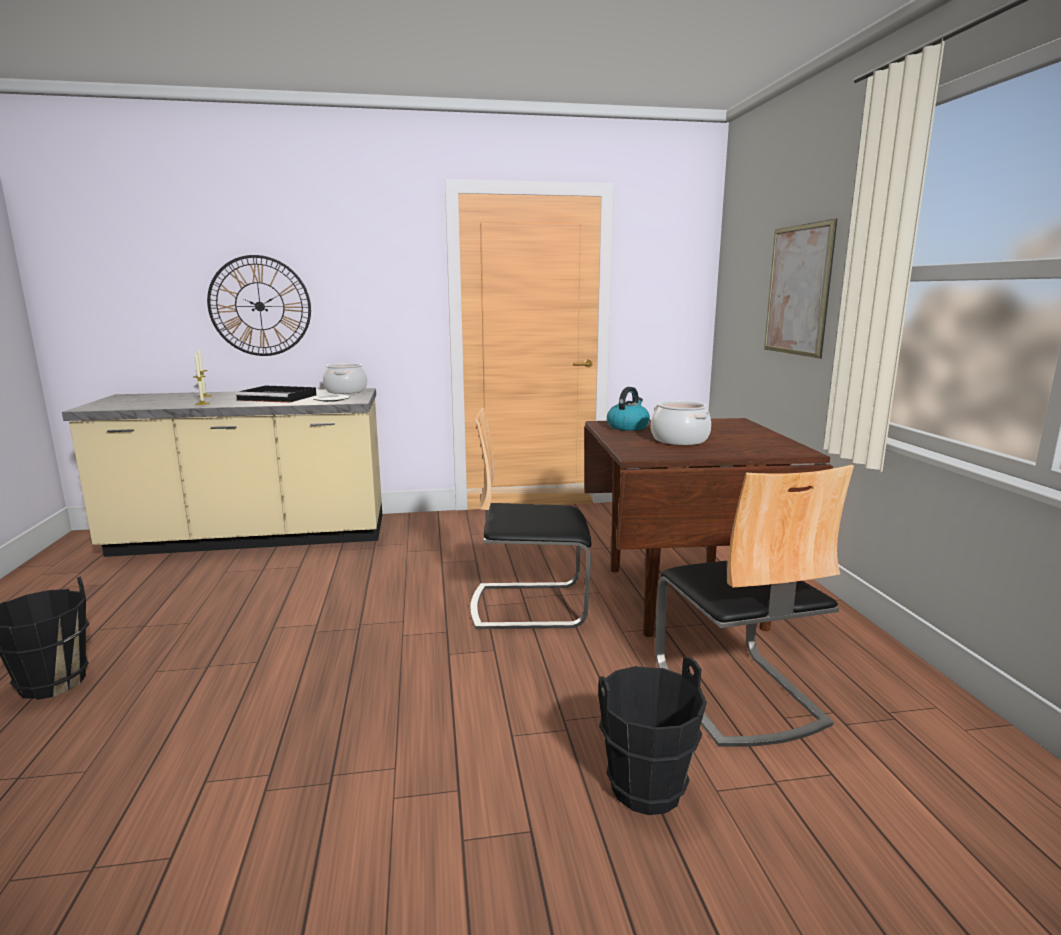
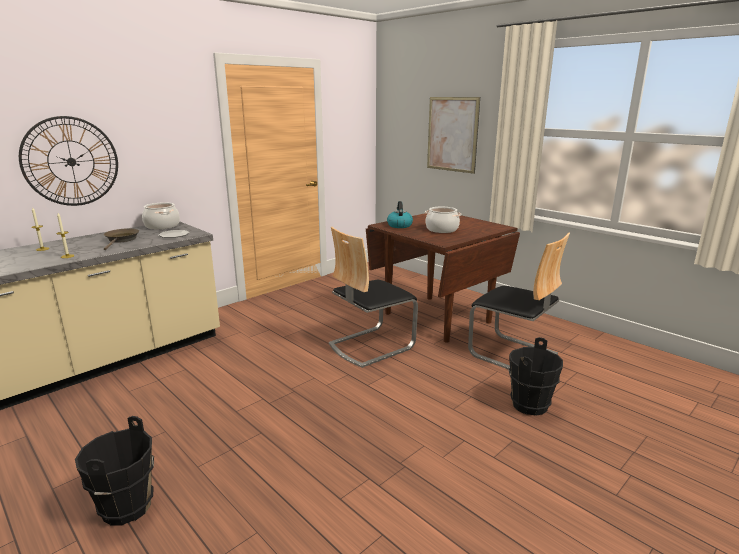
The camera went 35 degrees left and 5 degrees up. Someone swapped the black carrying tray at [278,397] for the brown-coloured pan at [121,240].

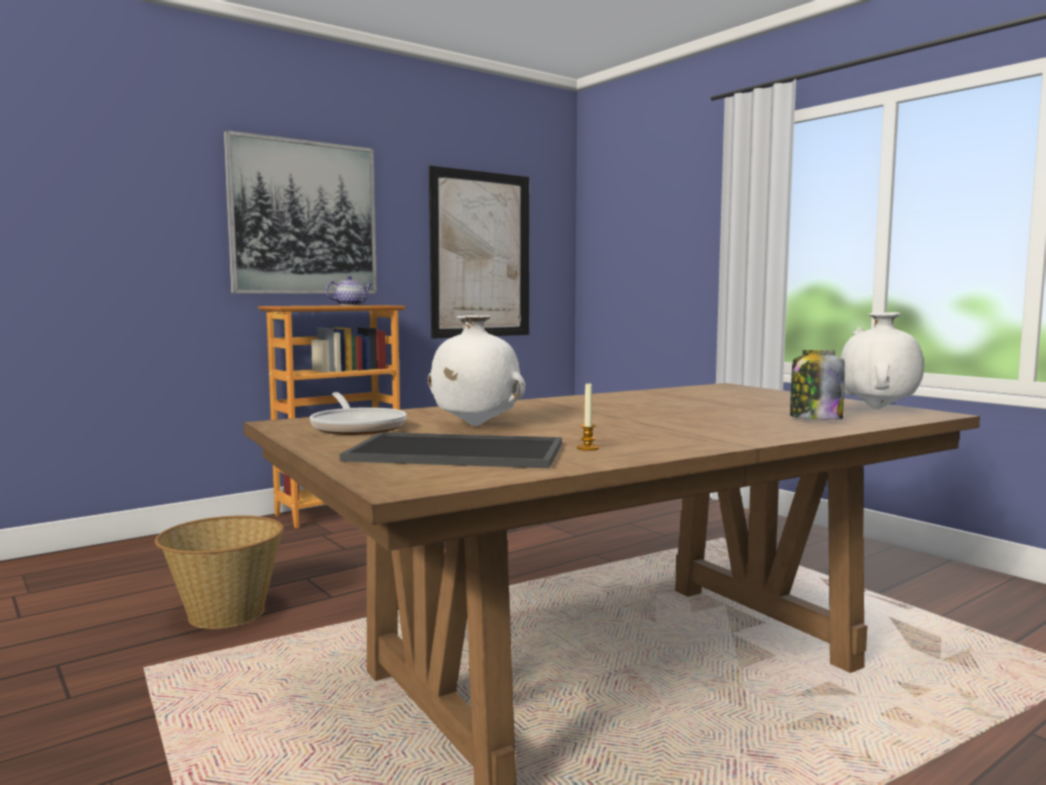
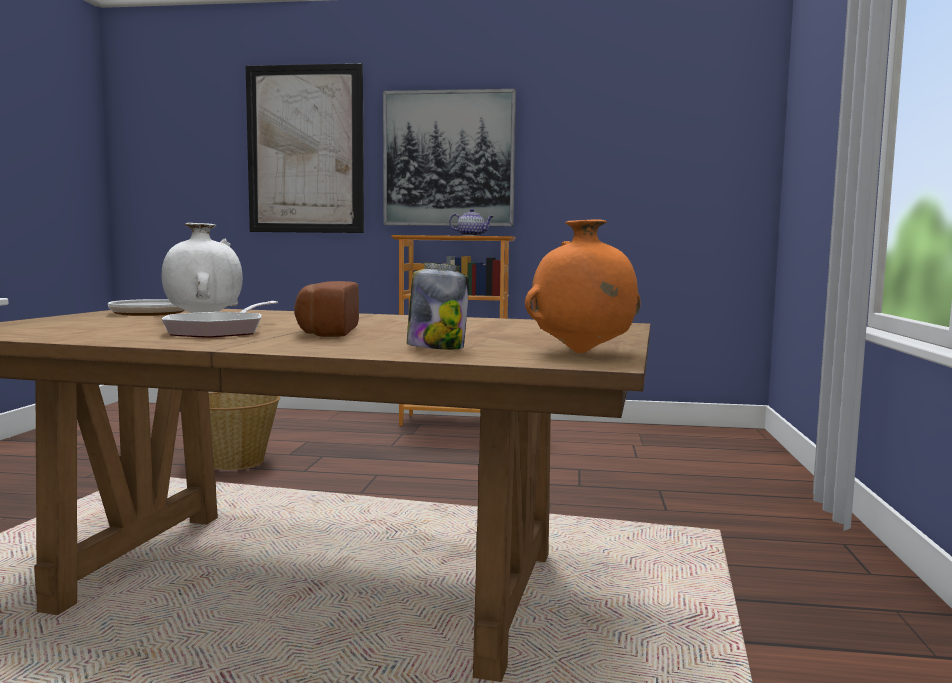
The camera went 45 degrees right and 0 degrees up. Someone took away the carrying tray at [454,452]. Someone took away the wax candle at [587,448]. Someone put down the pan at [220,331]. Someone put down the bread at [325,331]. Someone carried the picture from [481,255] to [305,149]. Someone repainted the whitish flower vase at [878,409], which became the orange flower vase at [581,353].

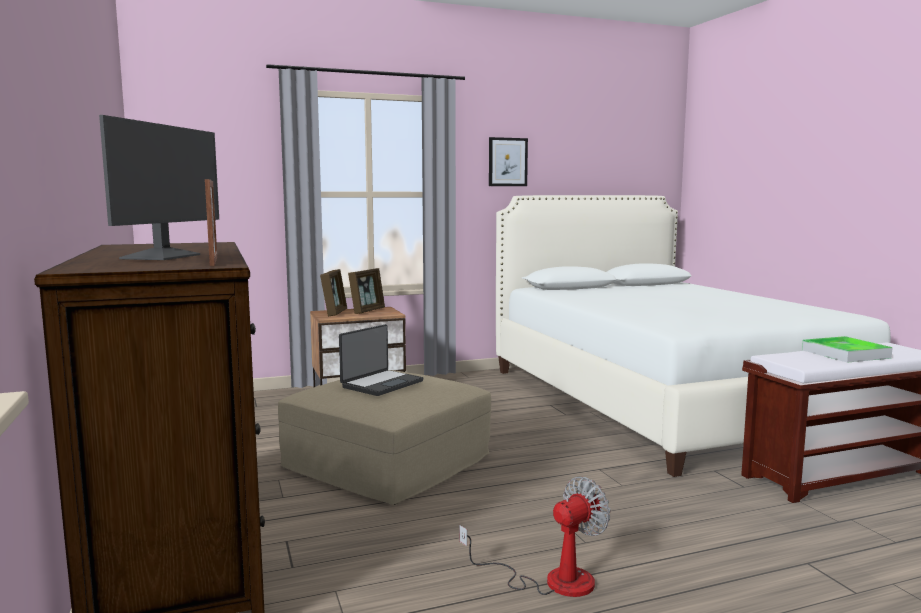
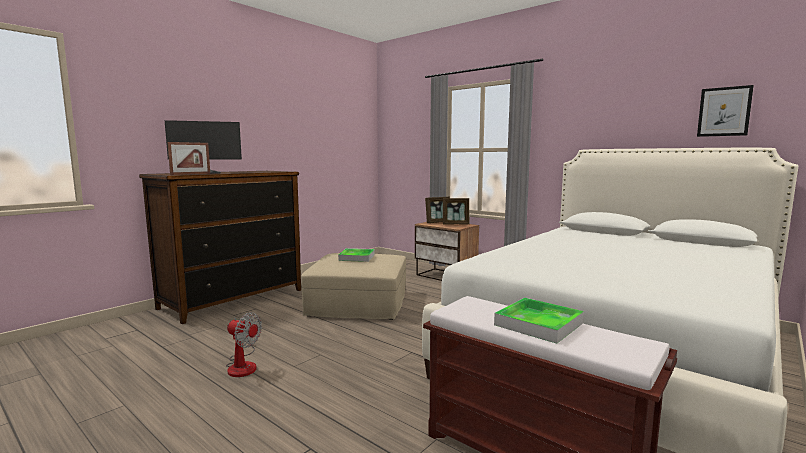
The camera went 60 degrees right and 0 degrees up. Someone carried the picture from [507,162] to [724,111]. Someone swapped the portable computer at [381,384] for the carrying tray at [357,257].

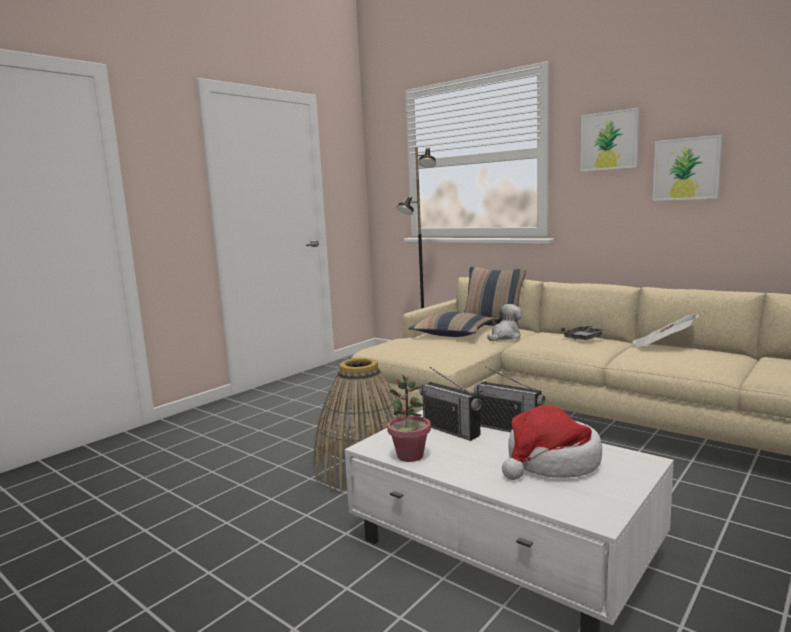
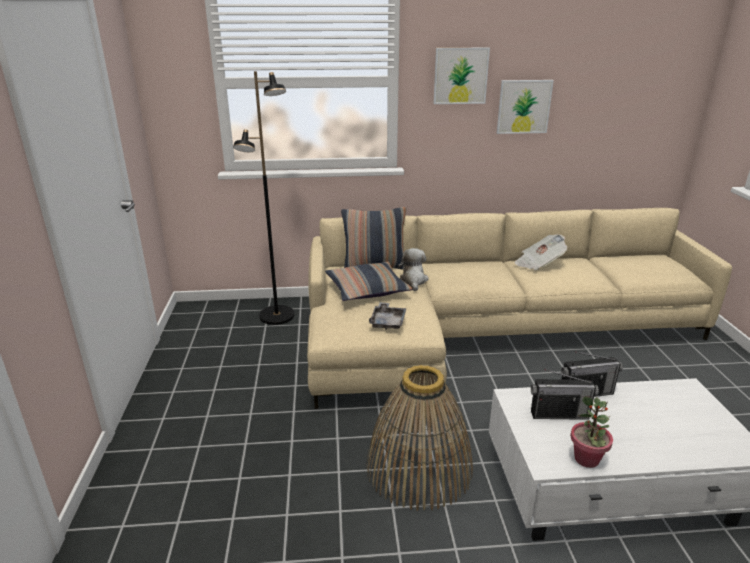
The camera went 45 degrees left and 15 degrees up. Someone took away the clothing hat at [551,462]. Someone carried the grey carrying tray from [584,338] to [388,322].

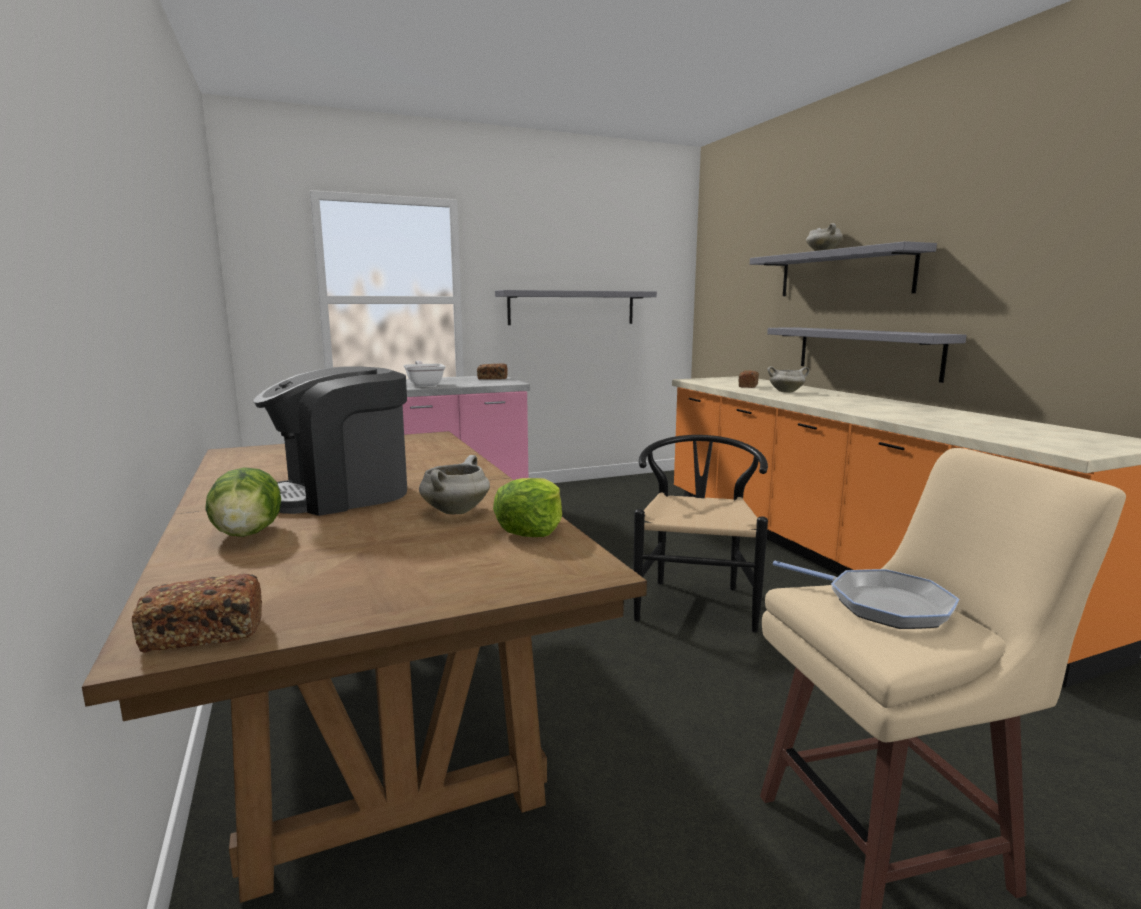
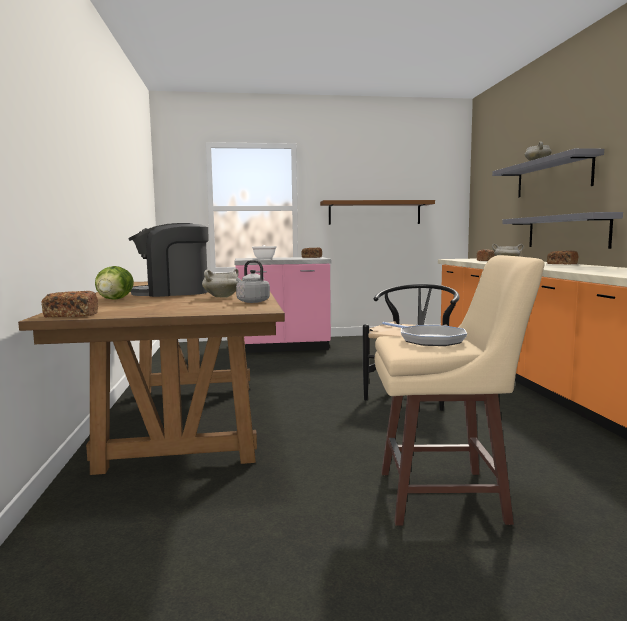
The camera went 15 degrees right and 5 degrees down. Someone put down the bread at [561,264]. Someone swapped the lettuce head at [531,529] for the grey water kettle at [251,301]. Someone repainted the grey shelf at [572,308], which became the brown-coloured shelf at [374,212].

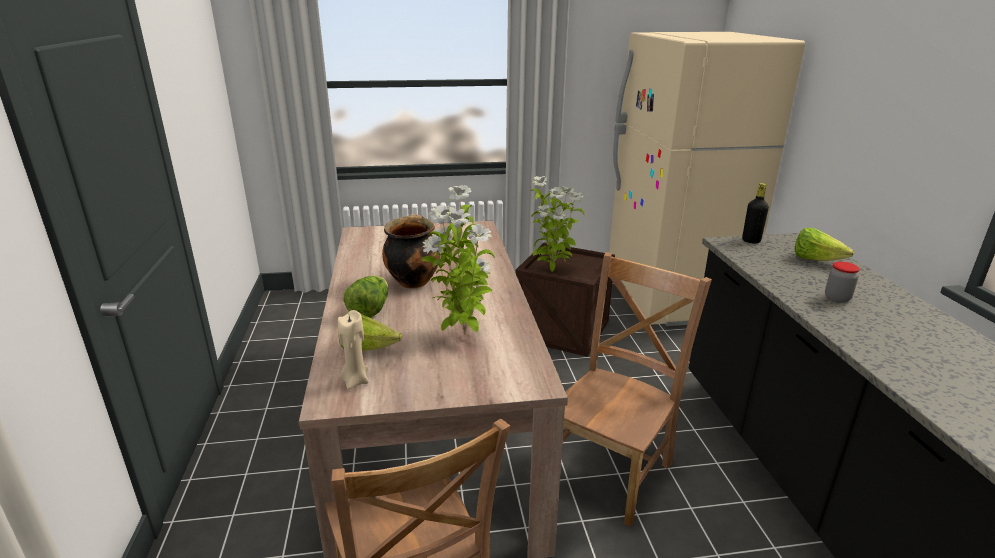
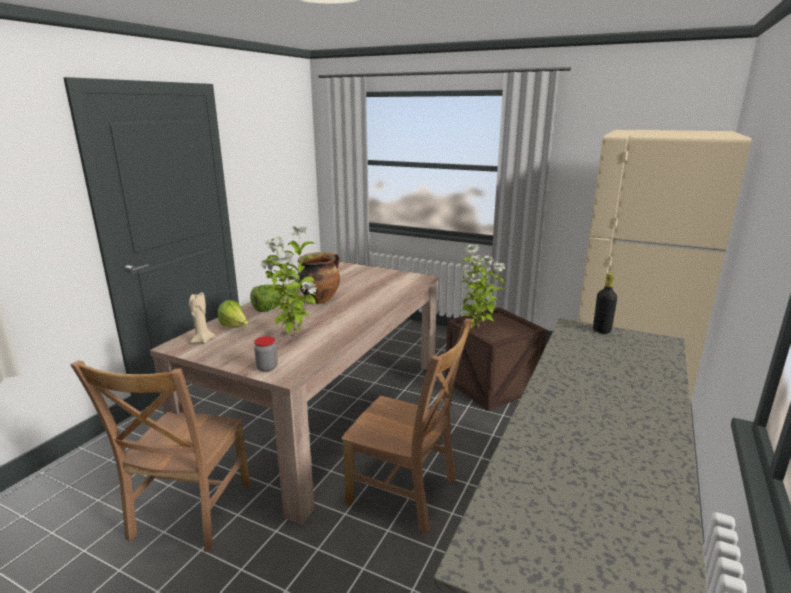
The camera went 35 degrees right and 5 degrees down. Someone took away the lettuce head at [815,260]. Someone carried the jar from [837,298] to [267,367]. Someone rotated the brown-coloured plain chair at [612,470] by 45 degrees clockwise.

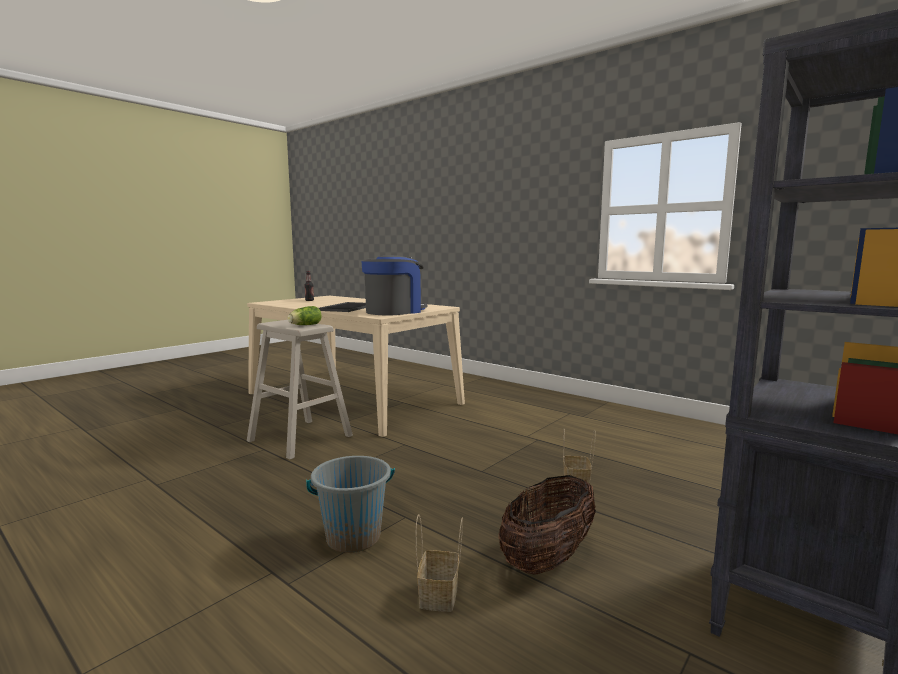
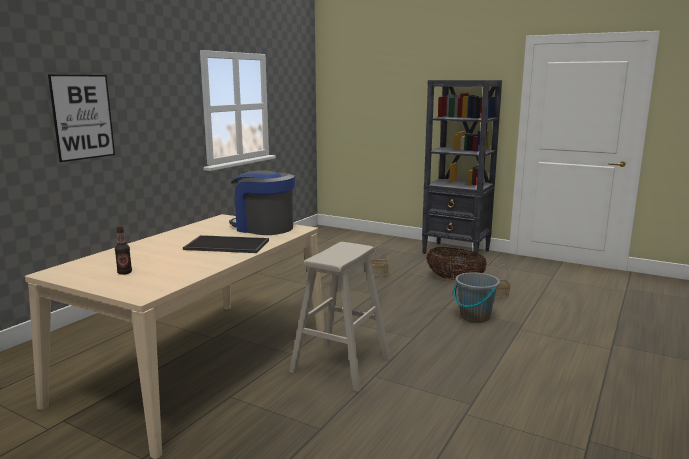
The camera went 100 degrees left and 5 degrees up. Someone took away the lettuce head at [304,325]. Someone put up the picture at [83,117].

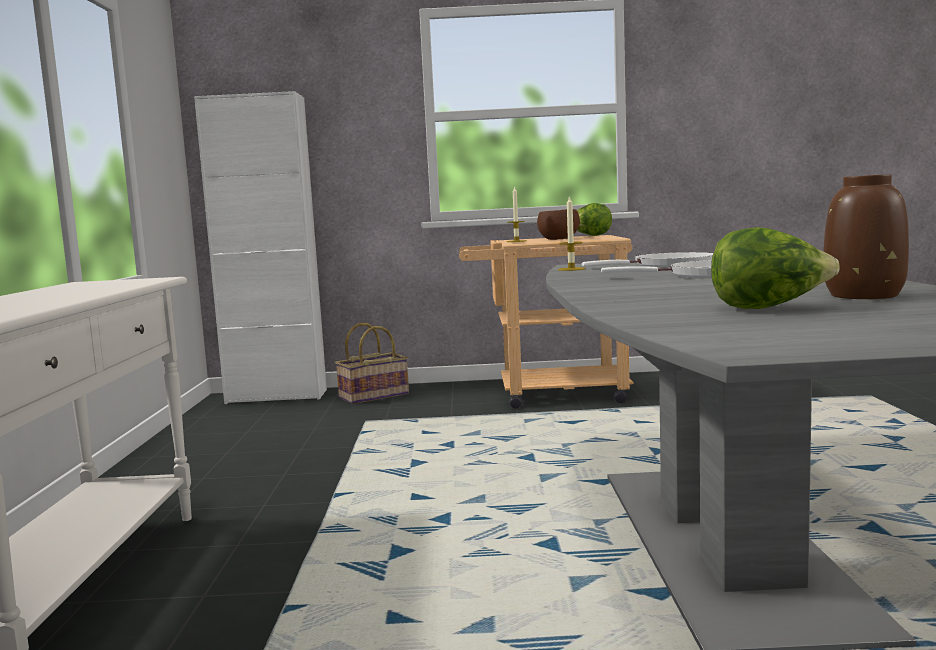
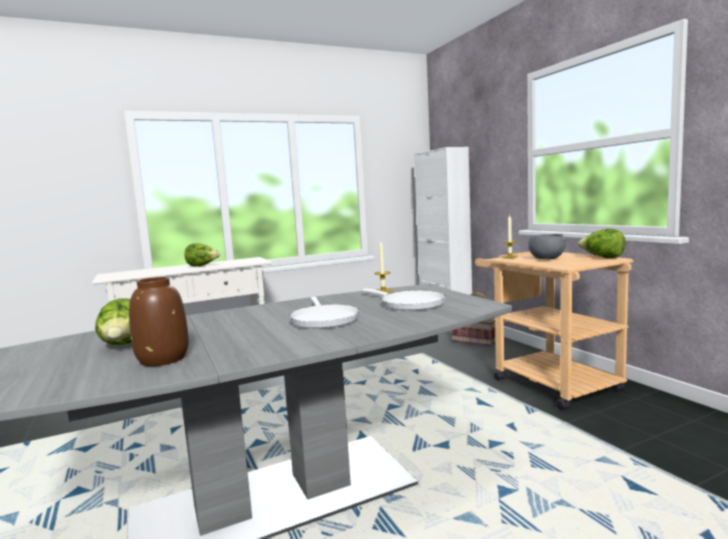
The camera went 65 degrees right and 0 degrees up. Someone put down the lettuce head at [202,266]. Someone repainted the brown-coloured bowl at [558,239], which became the grey bowl at [546,259].

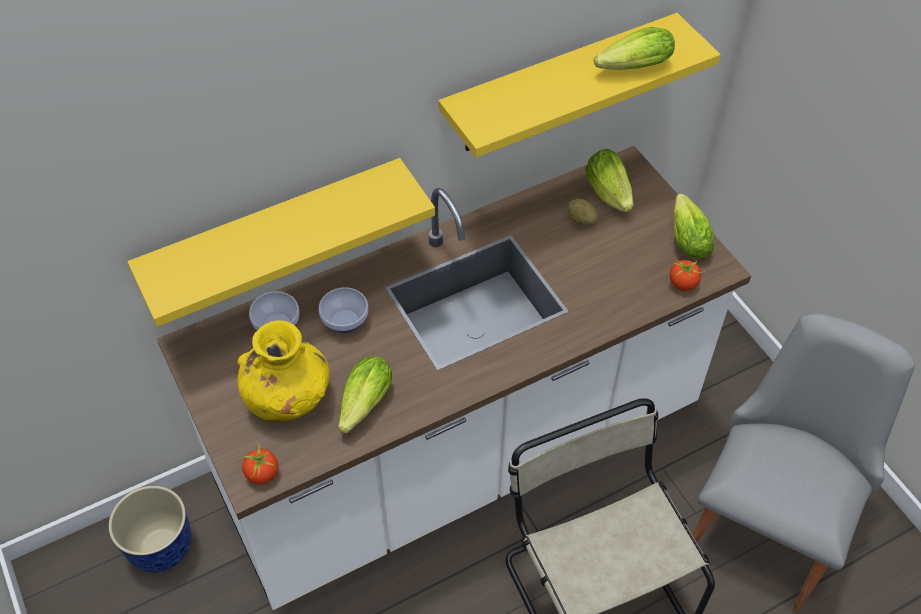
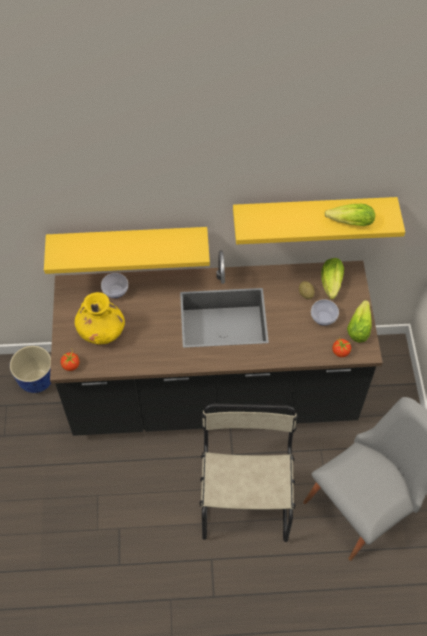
The camera went 25 degrees right and 5 degrees up. Someone took away the lettuce head at [362,407]. Someone carried the bowl from [344,322] to [322,318]. Someone repainted the whitish counter at [460,451], which became the black counter at [213,393].

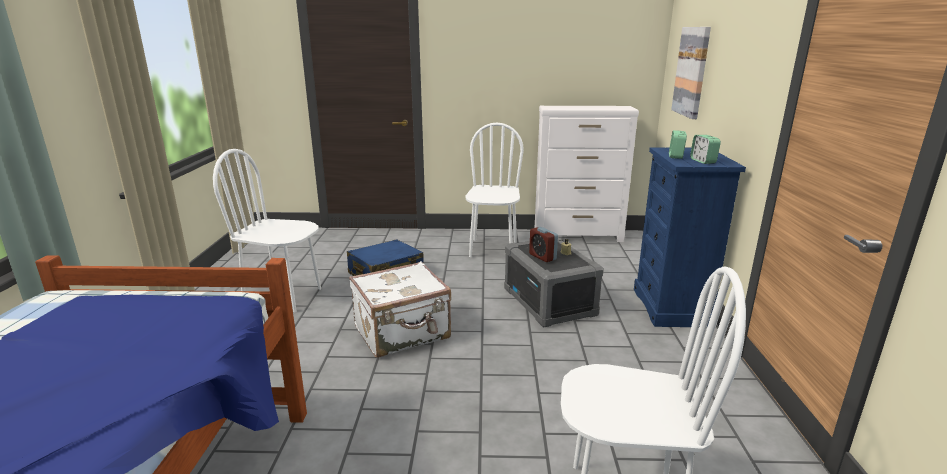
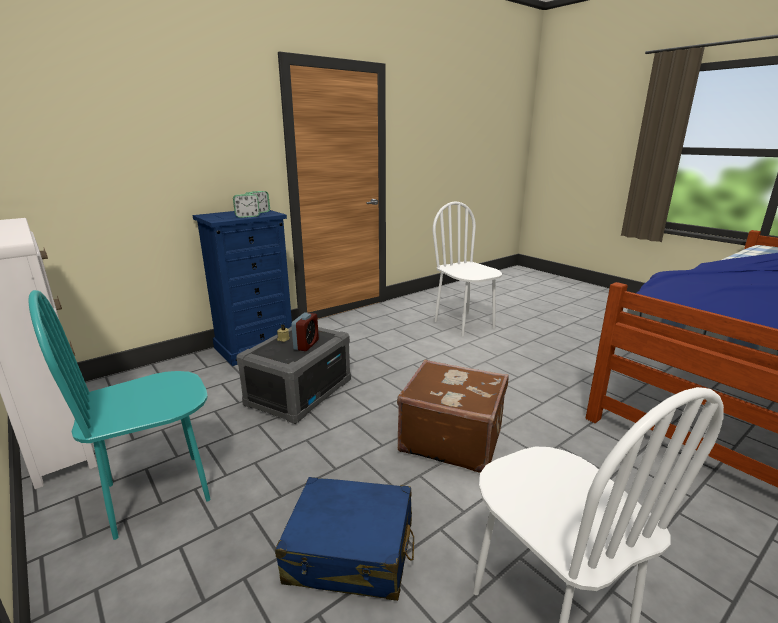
The camera went 130 degrees left and 0 degrees up. Someone took away the picture at [692,72]. Someone repainted the whitish travel case at [403,333], which became the brown-coloured travel case at [451,438]. Someone repainted the whitish plain chair at [492,249], which became the blue-green plain chair at [158,493].

